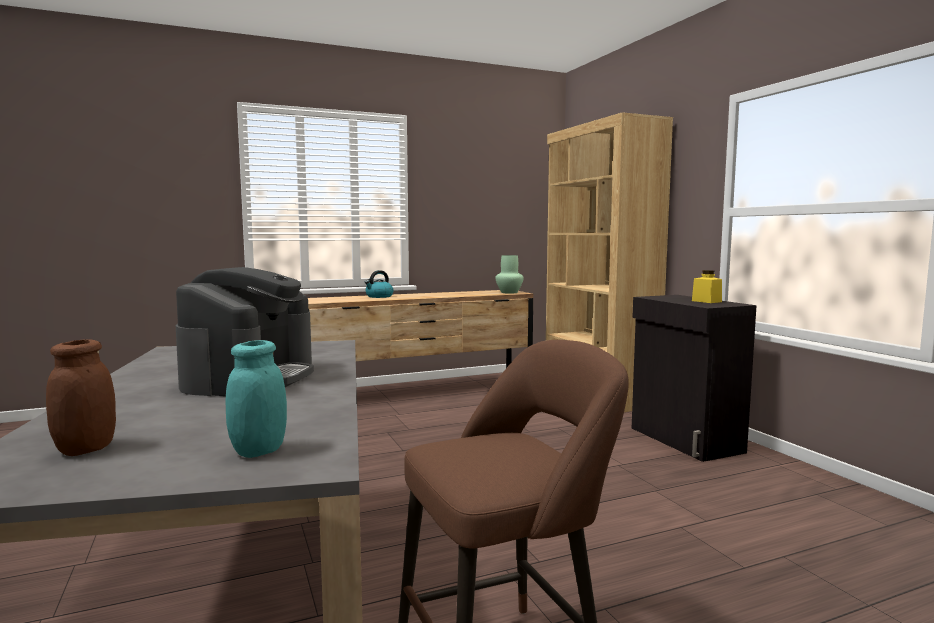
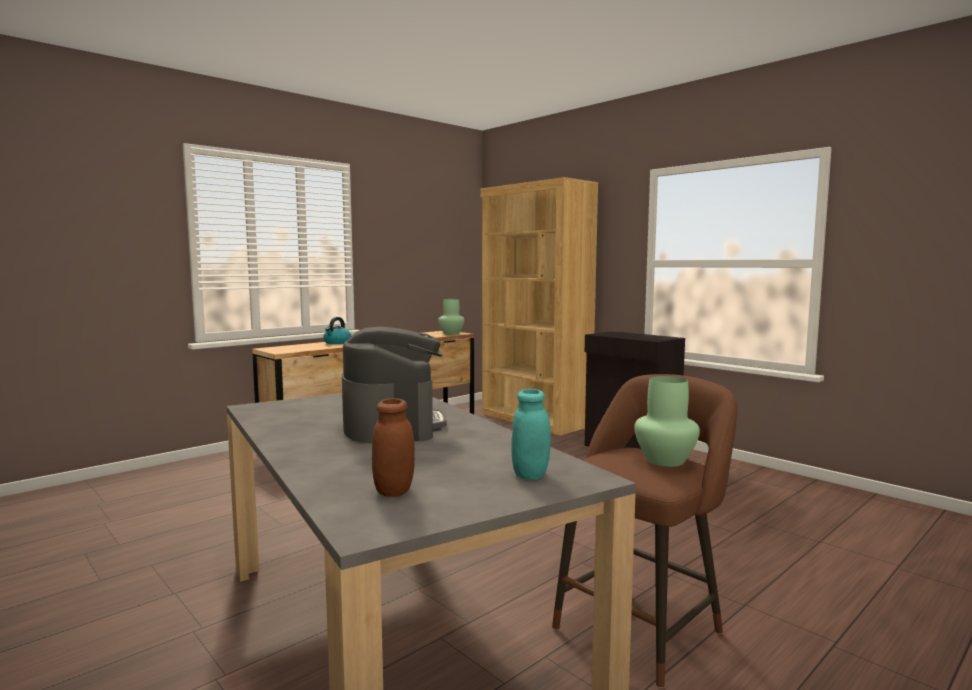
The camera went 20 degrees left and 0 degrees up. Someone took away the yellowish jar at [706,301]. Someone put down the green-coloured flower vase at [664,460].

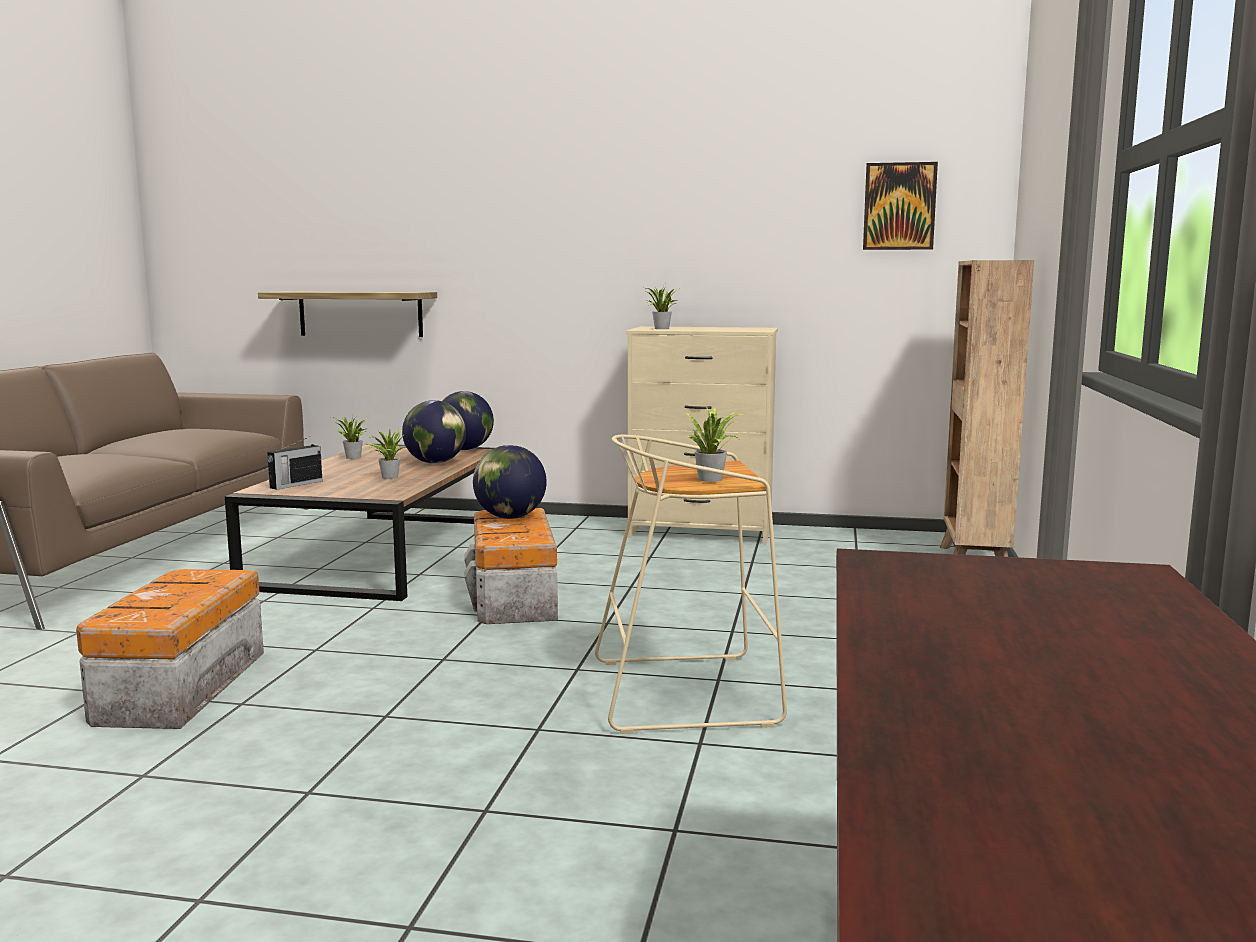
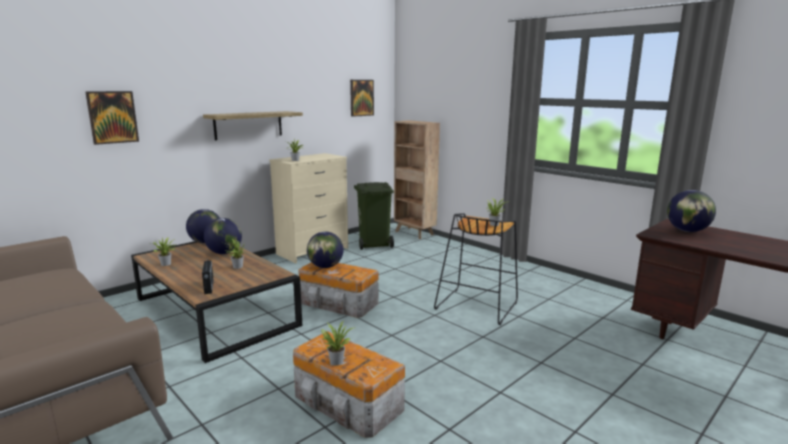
The camera went 55 degrees left and 5 degrees up. Someone put up the picture at [112,117]. Someone put down the potted plant at [336,360]. Someone put down the green-coloured waste bin at [374,244]. Someone put down the desk globe at [687,231]. Someone carried the shelf from [360,314] to [248,125]. Someone repainted the beige-coloured stool seat at [688,691], which became the black stool seat at [476,305].

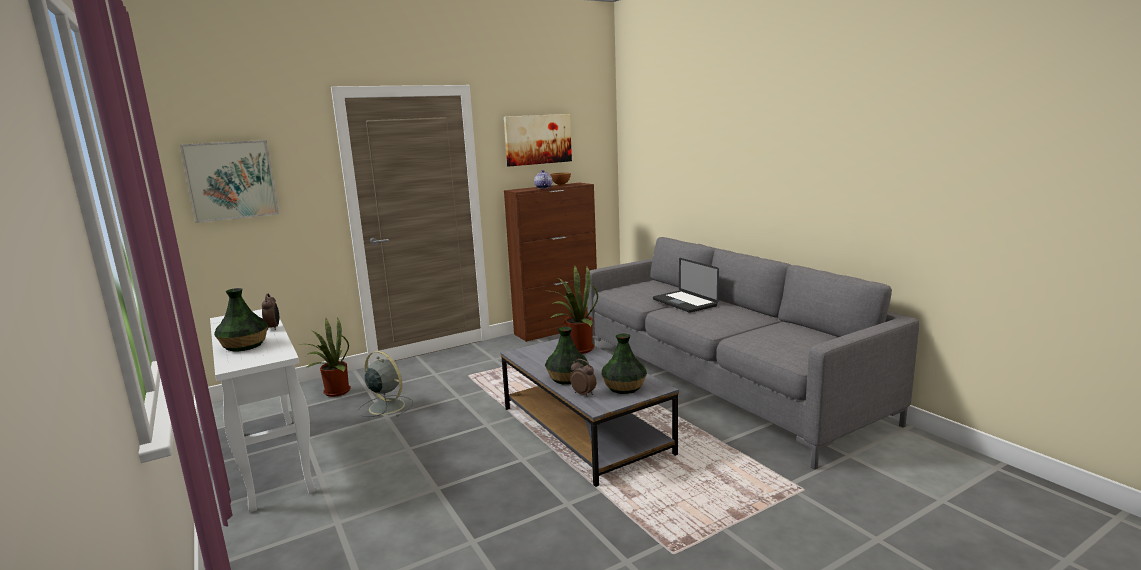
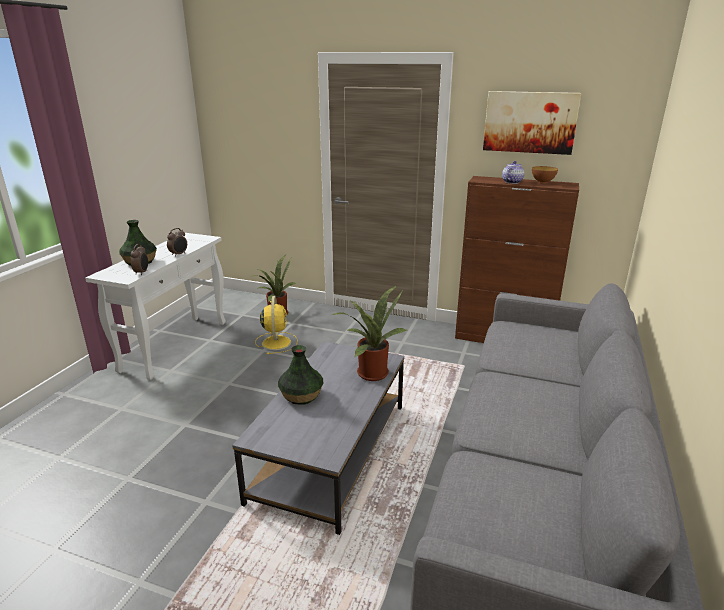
The camera went 50 degrees right and 10 degrees up. Someone took away the picture at [231,180]. Someone took away the flower vase at [623,387]. Someone took away the portable computer at [684,302]. Someone carried the table clock from [583,394] to [142,272]. Someone repainted the grey cooling fan at [385,406], which became the yellowish cooling fan at [276,342].

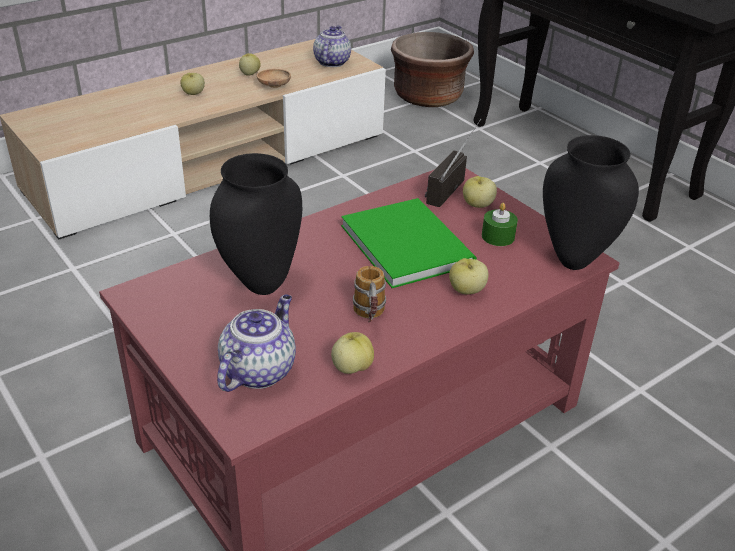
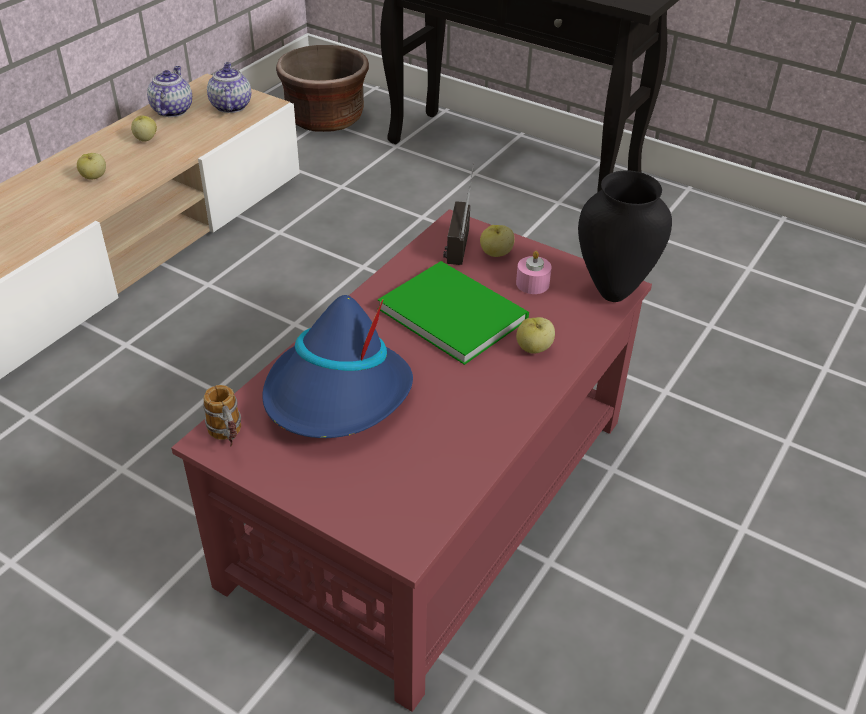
The camera went 20 degrees left and 5 degrees up. Someone took away the brown-coloured bowl at [274,86]. Someone took away the apple fruit at [352,368]. Someone carried the pot for tea from [258,370] to [172,110]. Someone carried the coffee mug from [370,318] to [229,438]. Someone swapped the black flower vase at [261,285] for the blue clothing hat at [337,395]. Someone repainted the green-coloured wax candle at [498,236], which became the pink-coloured wax candle at [532,283].

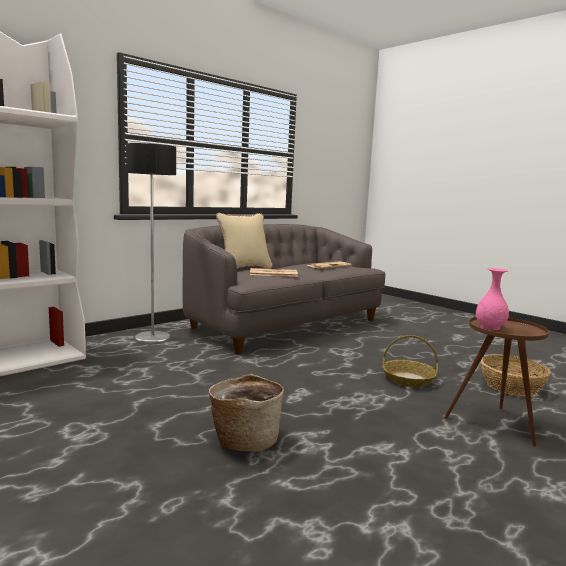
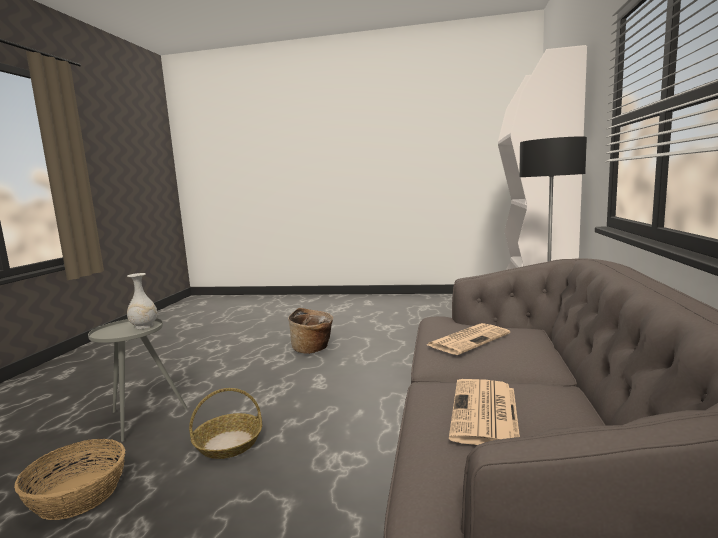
The camera went 145 degrees right and 0 degrees up. Someone took away the beige-coloured throw pillow at [244,268]. Someone repainted the brown-coloured accent table at [494,425], which became the grey accent table at [141,418]. Someone repainted the pink-coloured flower vase at [490,327], which became the whitish flower vase at [144,326].

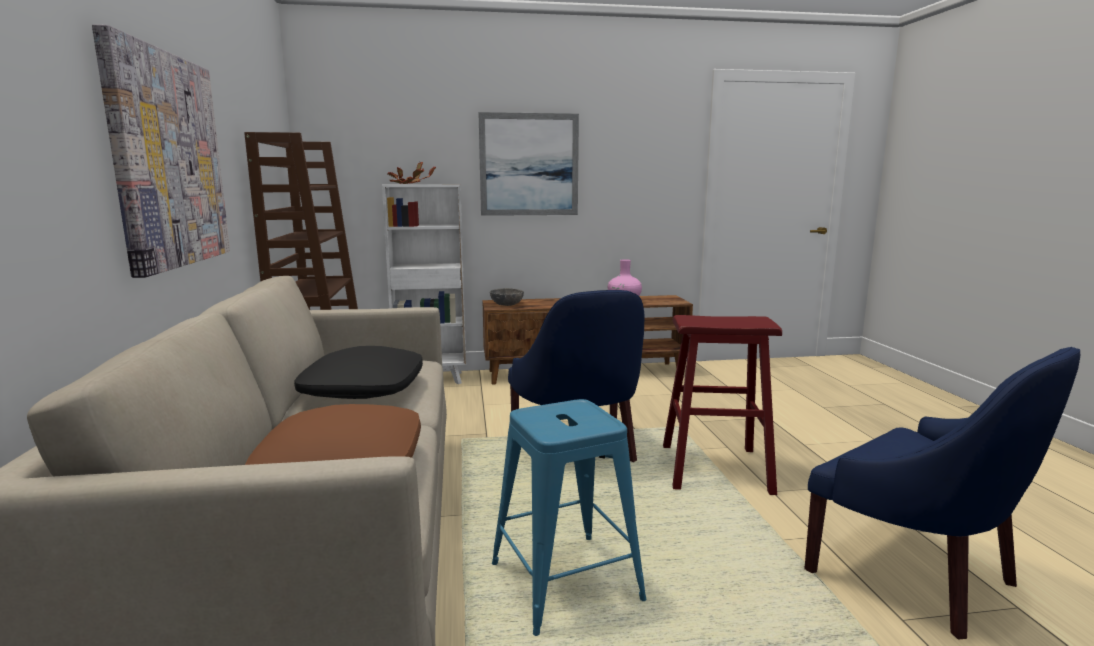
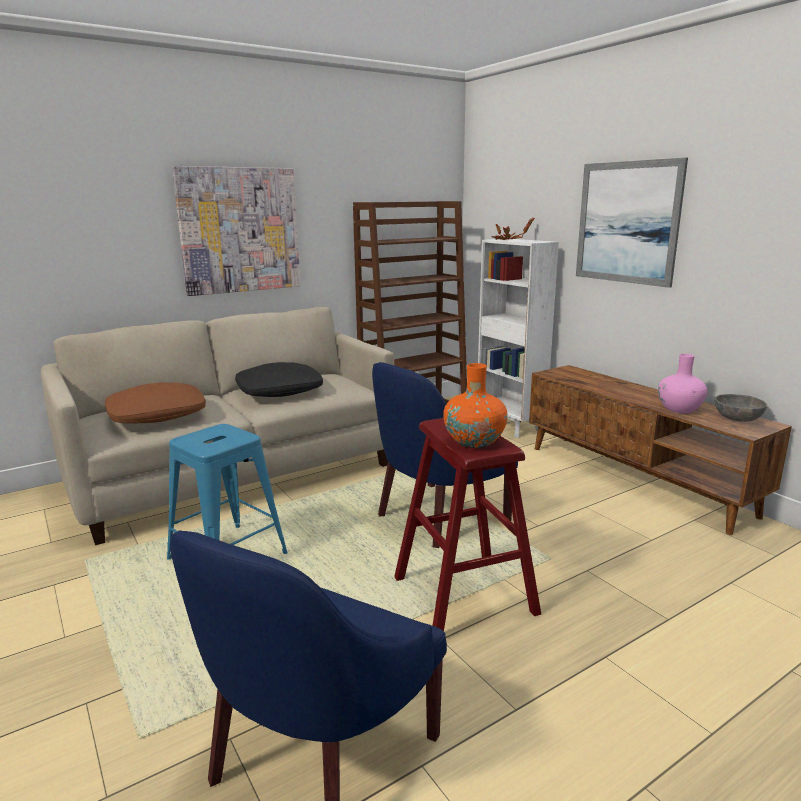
The camera went 65 degrees right and 5 degrees up. Someone put down the orange flower vase at [474,441]. Someone carried the grey bowl from [506,305] to [737,418].

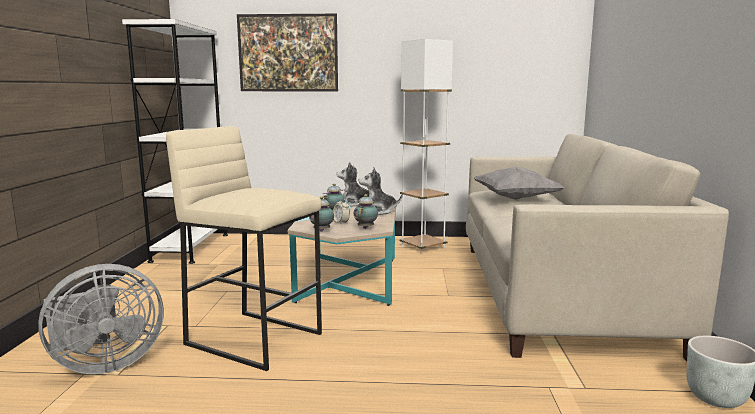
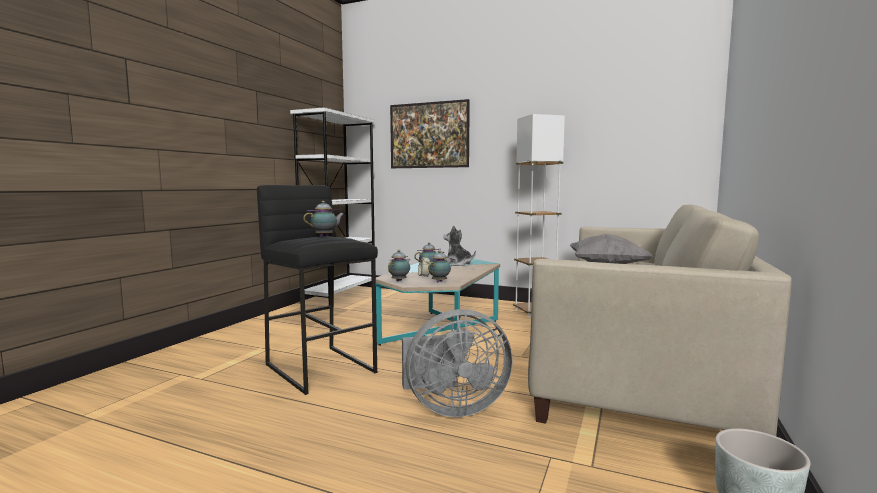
The camera went 20 degrees right and 5 degrees down. Someone took away the soft toy at [378,211]. Someone put down the pot for tea at [325,236]. Someone carried the grey cooling fan from [104,364] to [452,408]. Someone repainted the beige-coloured stool seat at [255,338], which became the black stool seat at [321,368].

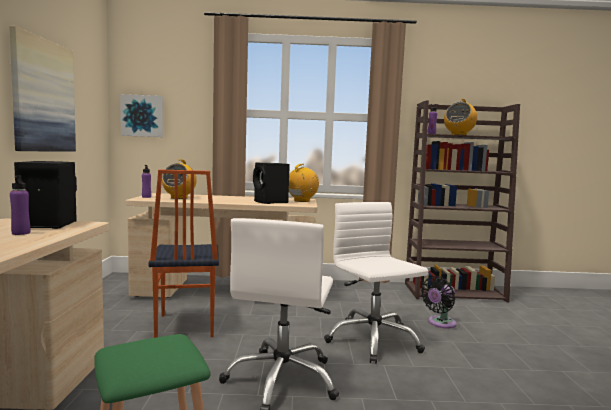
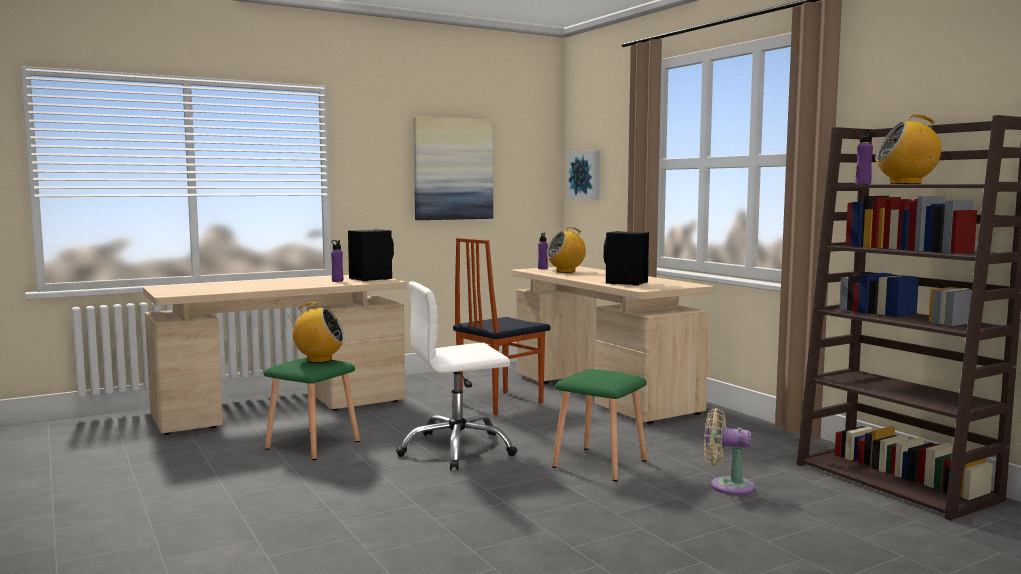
The camera went 60 degrees right and 0 degrees up. Someone carried the radio from [301,201] to [319,360]. Someone swapped the whitish office chair at [372,340] for the green-coloured stool seat at [601,463]. Someone repainted the black cooling fan at [440,323], which became the beige-coloured cooling fan at [727,486].

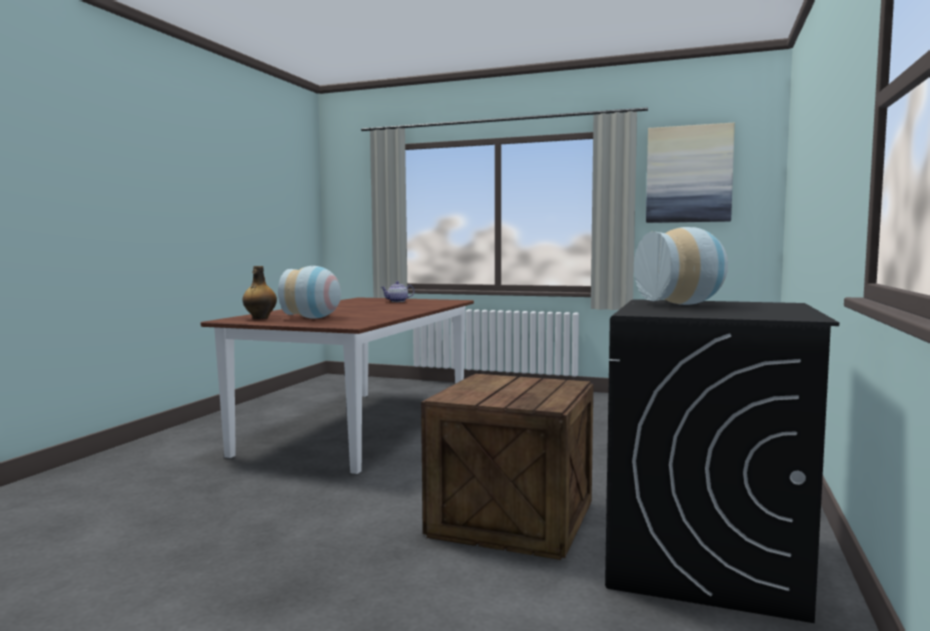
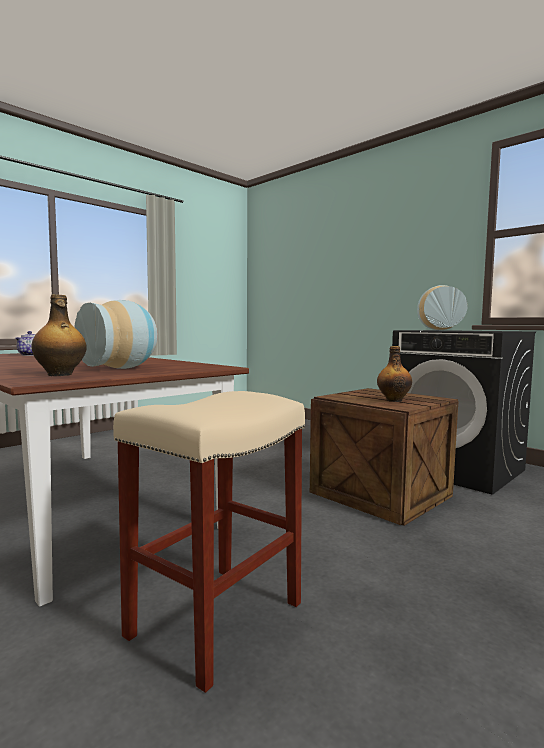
The camera went 65 degrees left and 0 degrees up. Someone took away the picture at [689,174]. Someone put down the beige-coloured stool seat at [215,621]. Someone put down the drink bottle at [393,400].

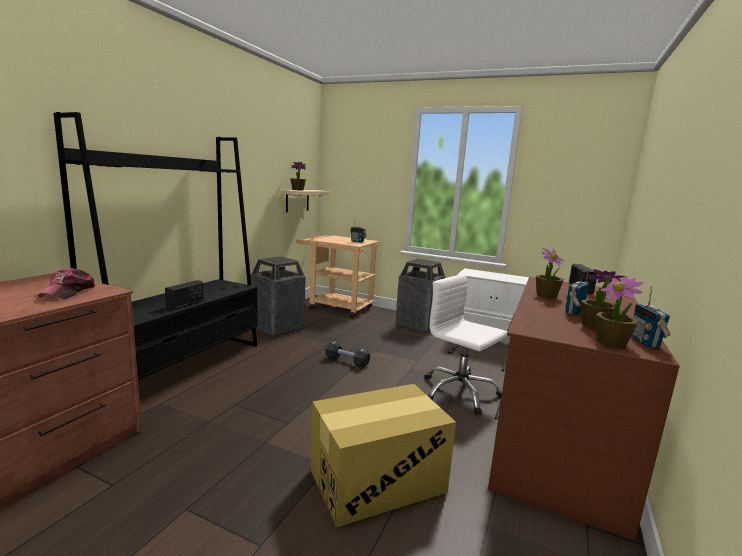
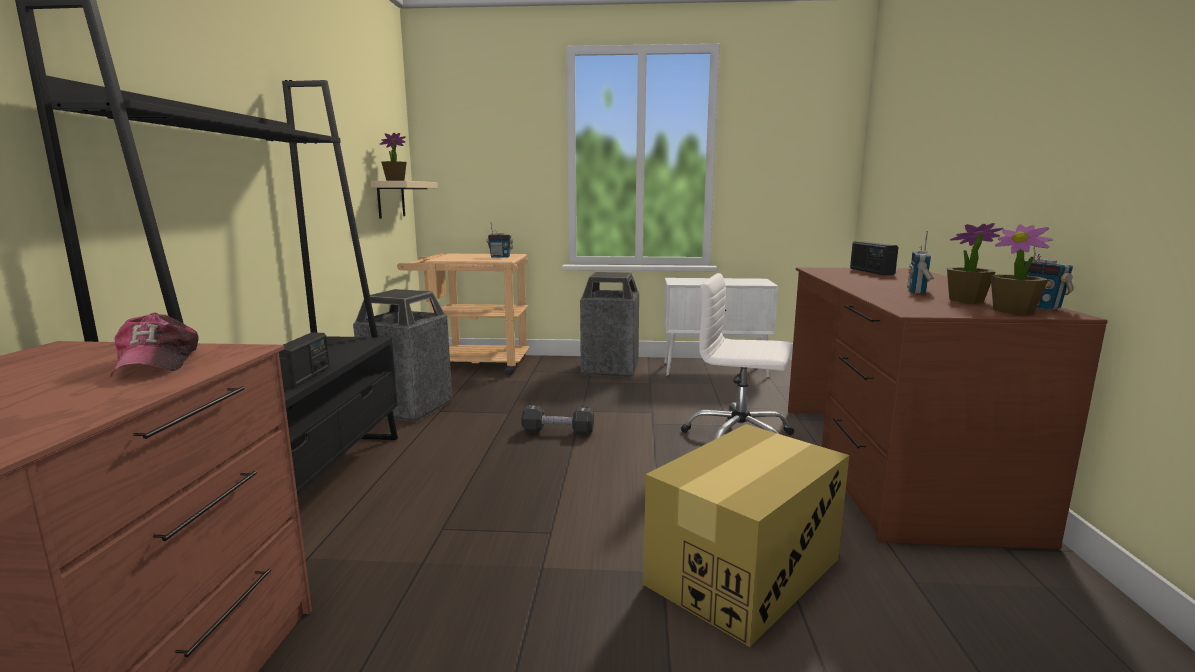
The camera went 20 degrees left and 0 degrees up. Someone took away the potted plant at [546,296].

